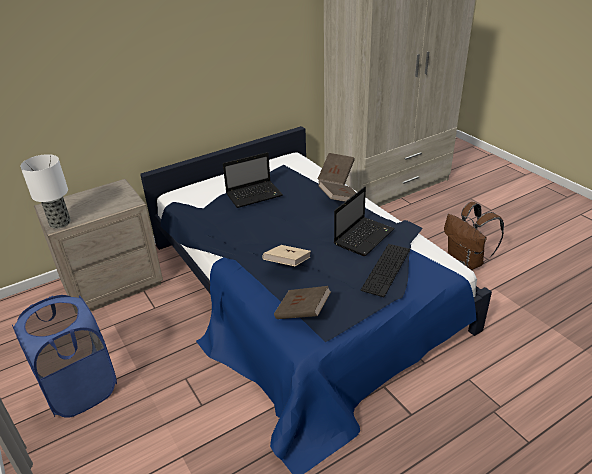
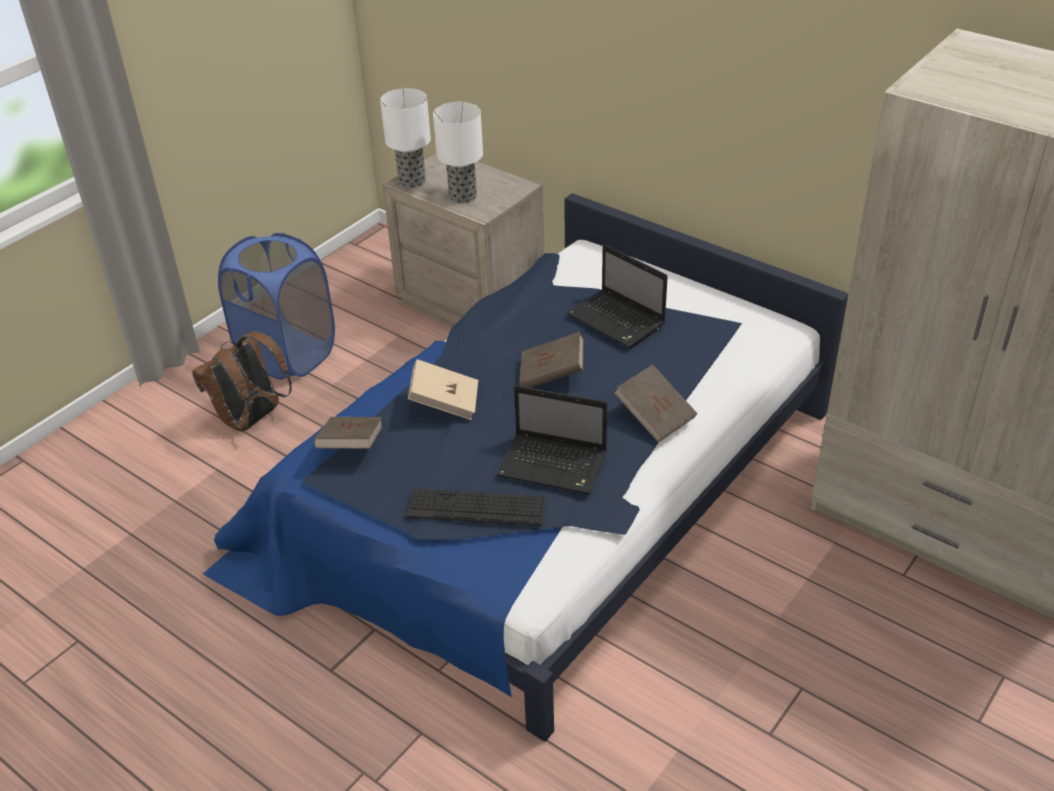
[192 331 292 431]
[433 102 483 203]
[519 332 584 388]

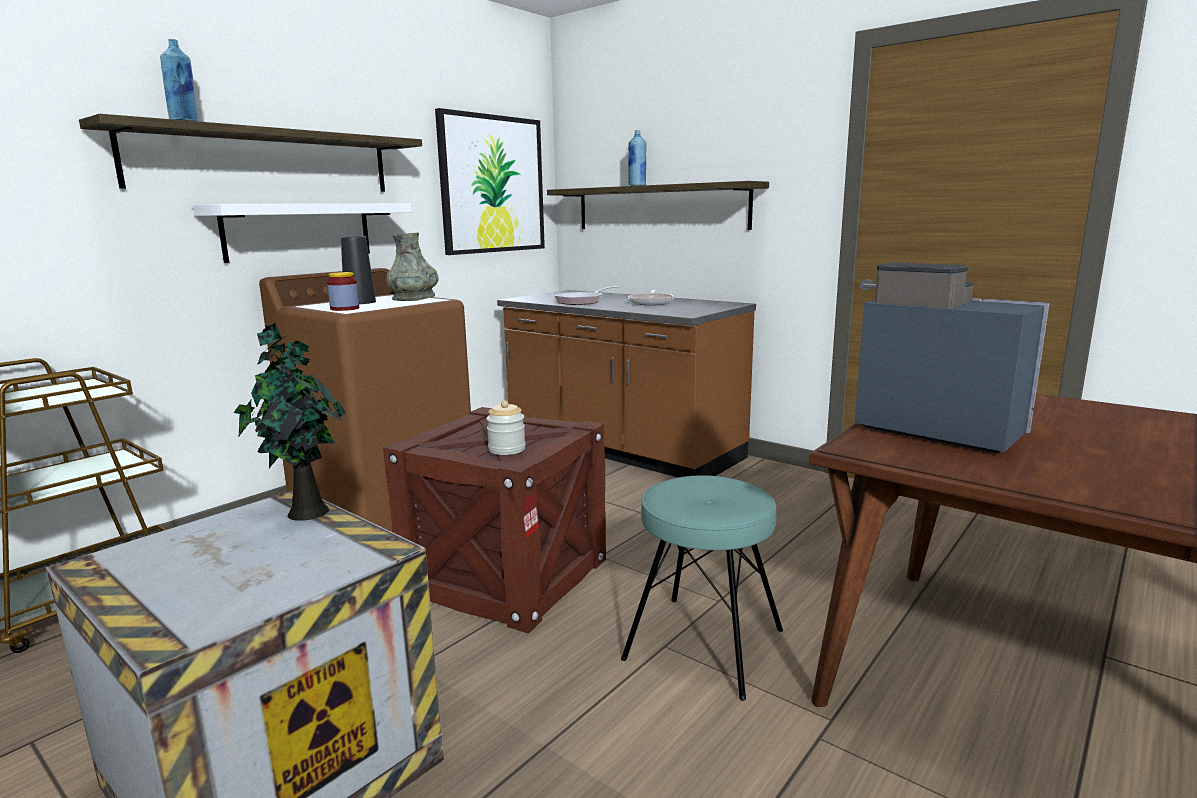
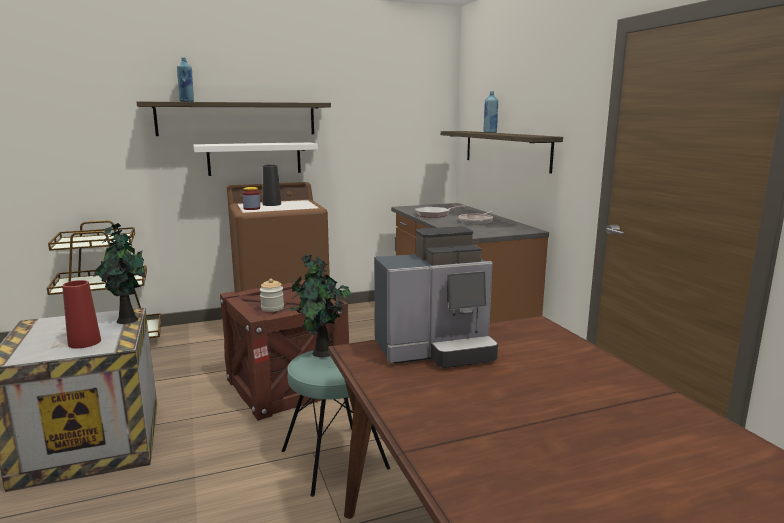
[62 280 101 348]
[289 254 352 357]
[374 226 498 368]
[386 233 439 301] (first image)
[435 108 545 255] (first image)

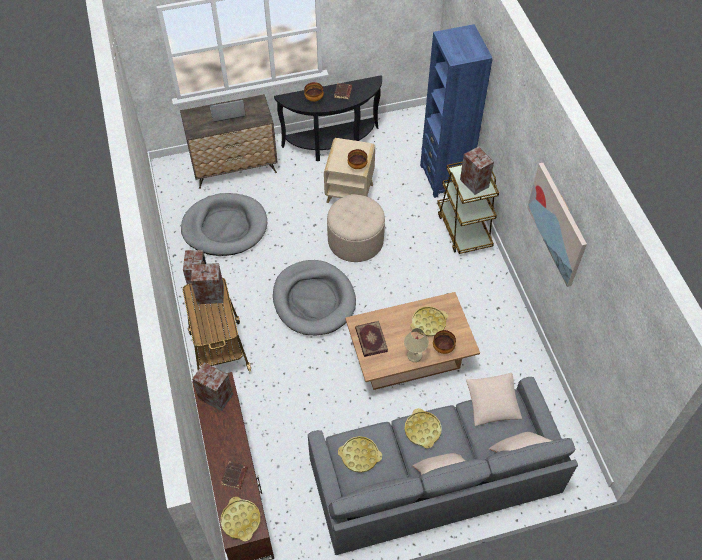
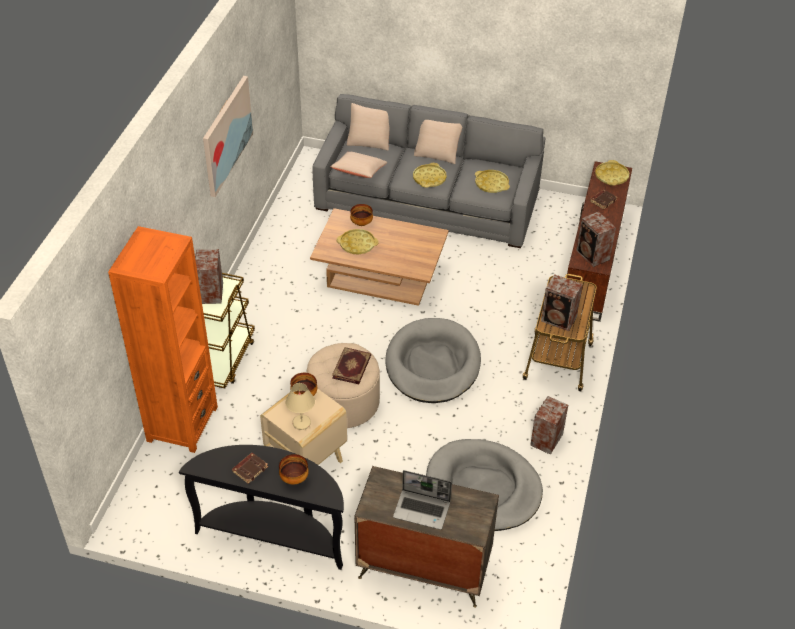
[108 226 218 453]
[285 383 315 430]
[332 347 371 384]

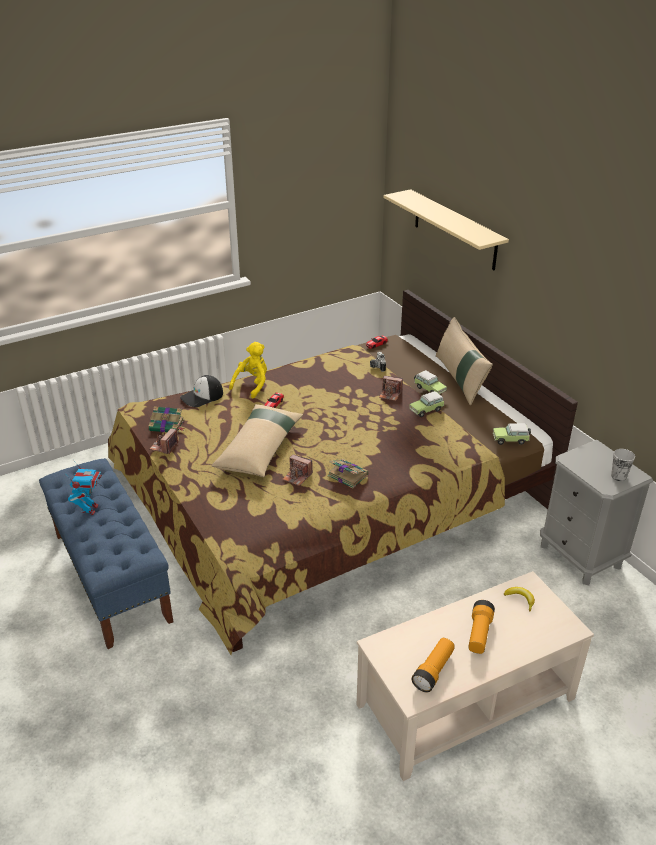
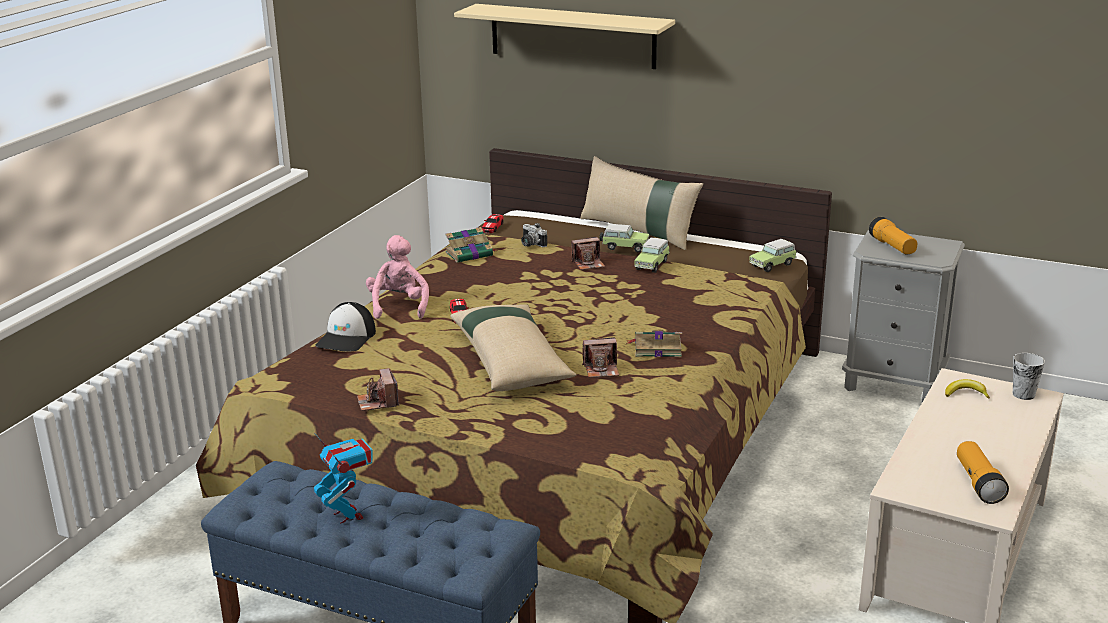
[366 235 429 319]
[445 227 496 263]
[869 217 917 254]
[1013 353 1045 400]

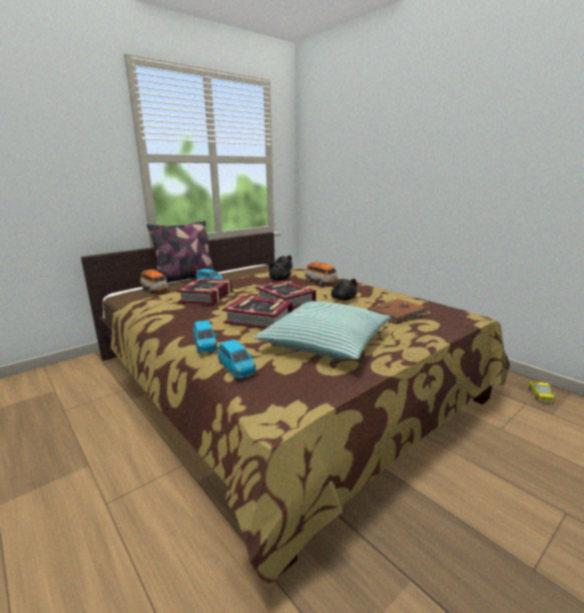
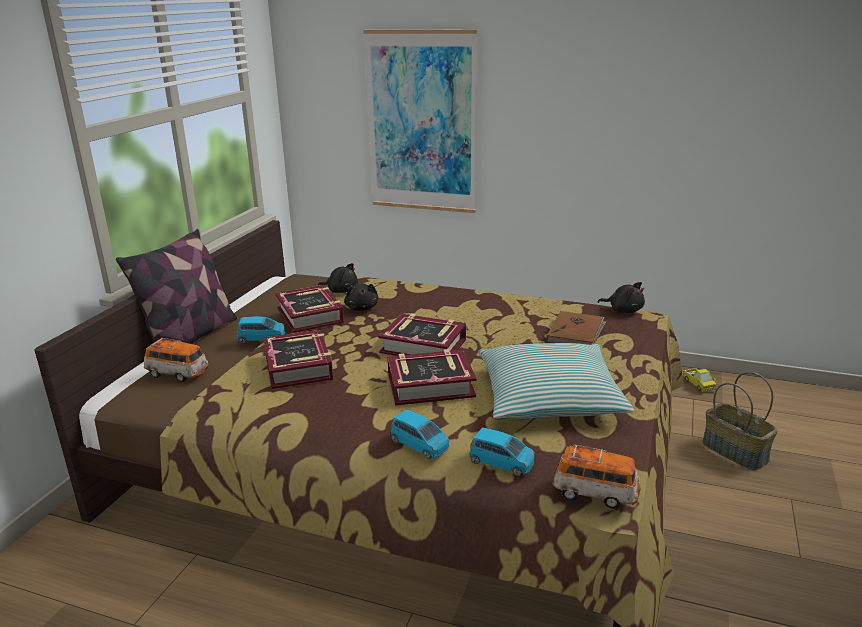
[276 285 344 333]
[363 30 478 213]
[552 445 640 509]
[598 282 645 313]
[703 372 778 470]

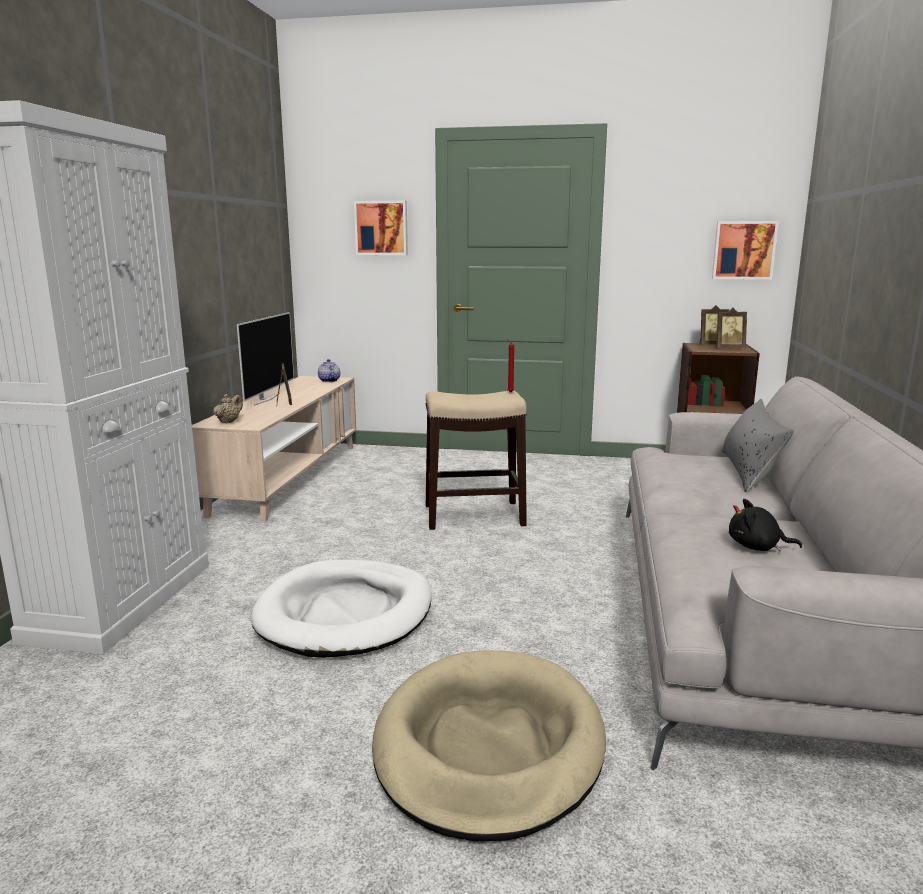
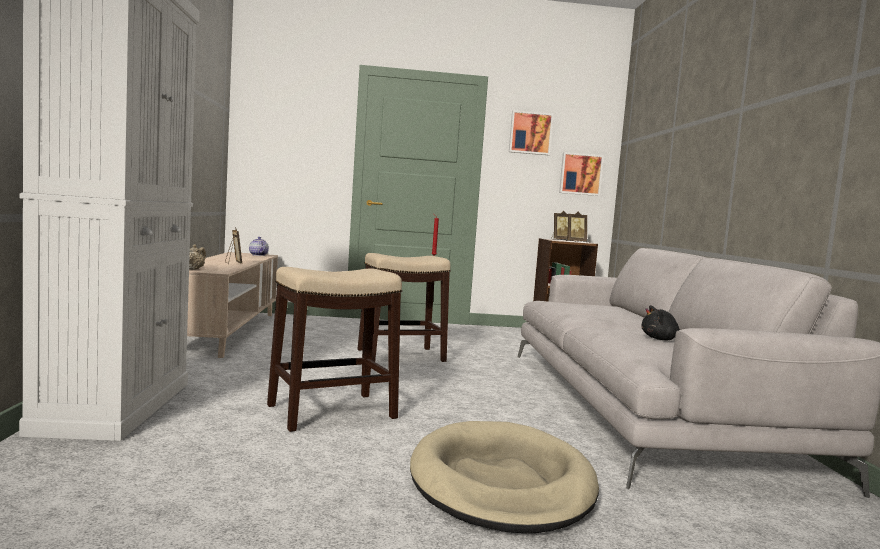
[267 267 402 432]
[509 110 554 155]
[237 312 294 406] (first image)
[722 399 794 492] (first image)

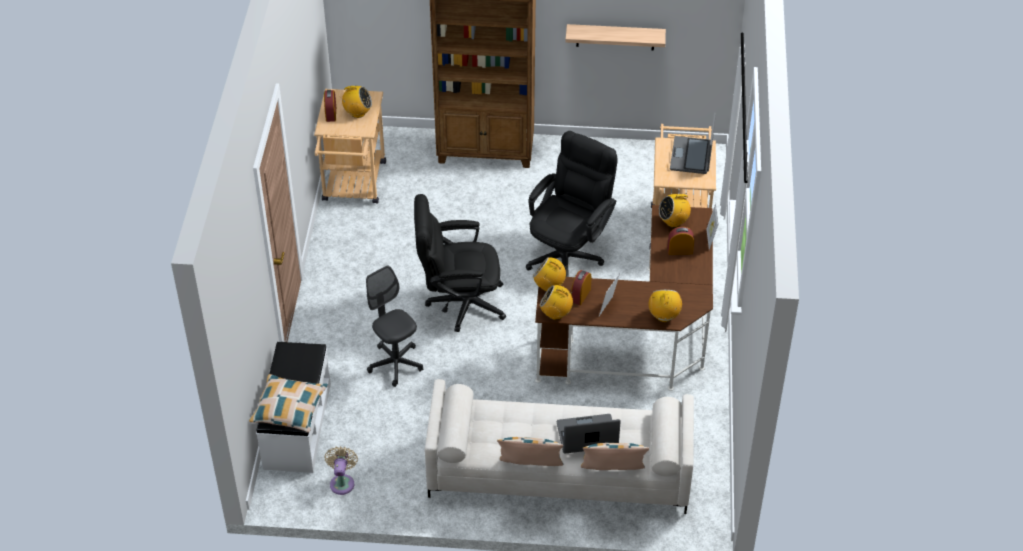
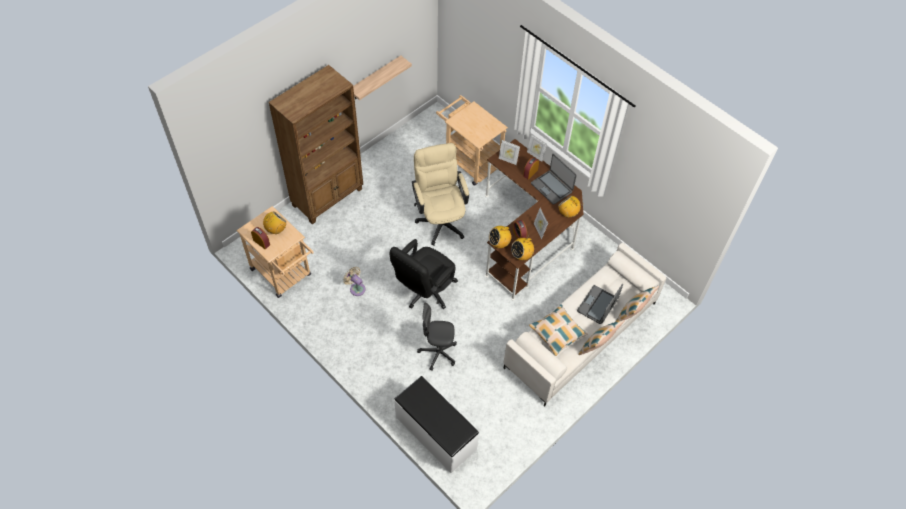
[343 267 366 296]
[412 143 469 245]
[499 140 520 165]
[529 304 588 356]
[531 154 577 205]

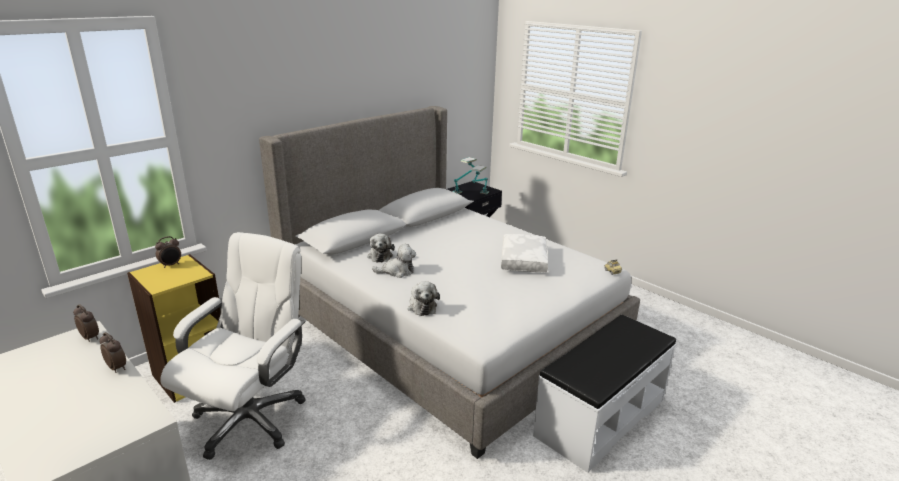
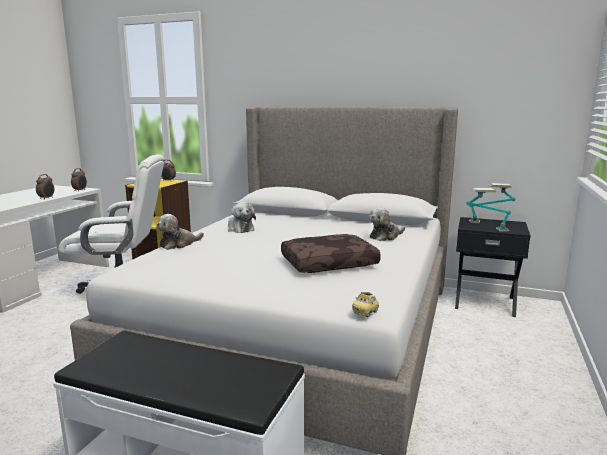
[281 234 381 273]
[369 207 405 241]

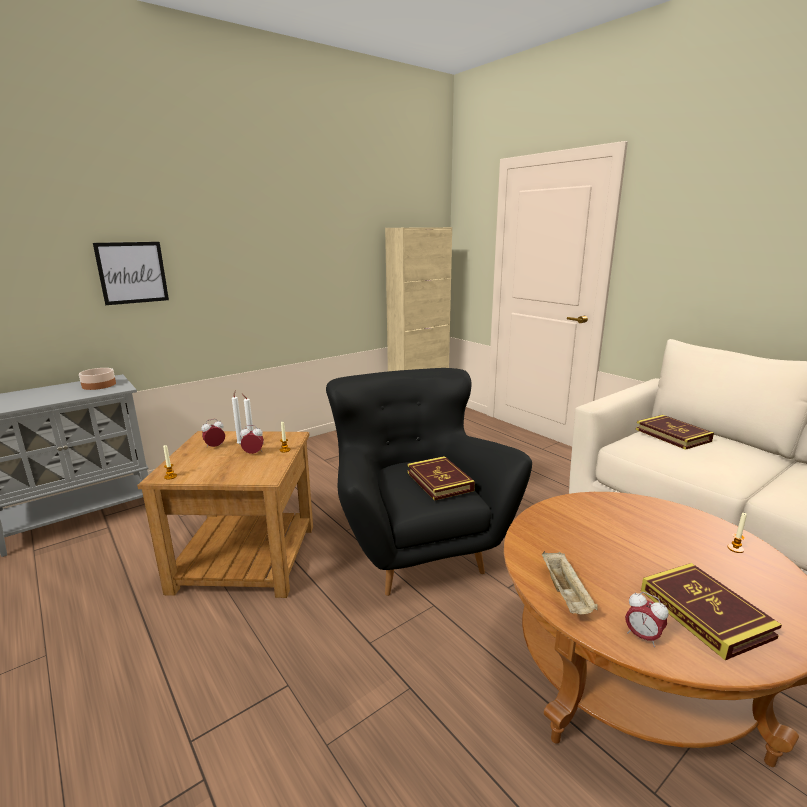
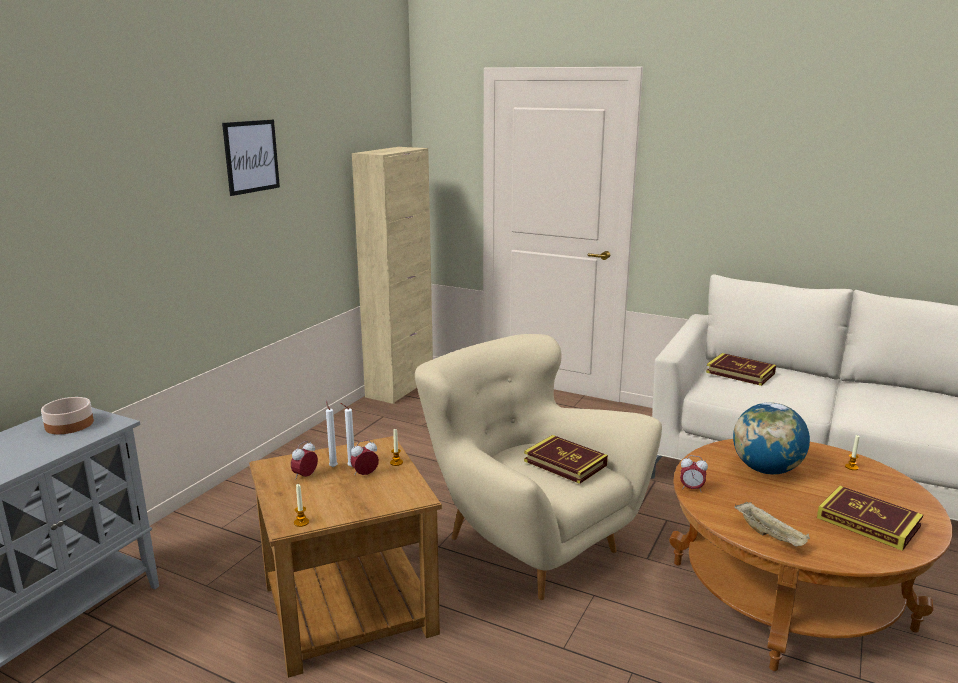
[222 120 280 196]
[415 334 662 600]
[680 455 708 491]
[733 402 810 474]

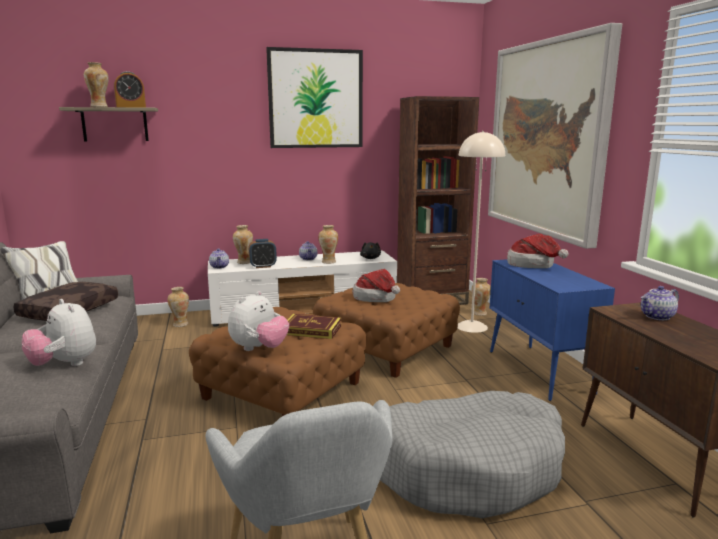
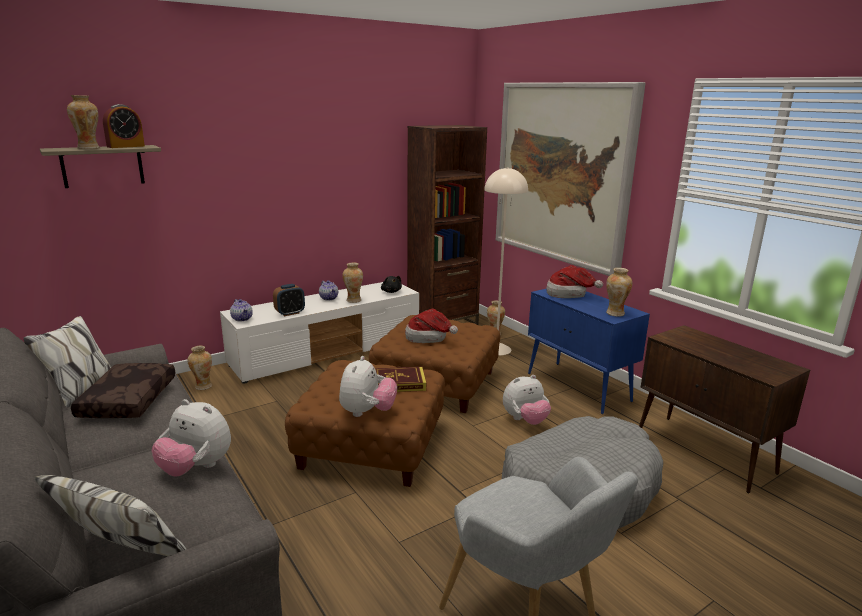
[503 375 551 425]
[606 268 632 317]
[266 47 363 148] (first image)
[641 286 679 320] (first image)

